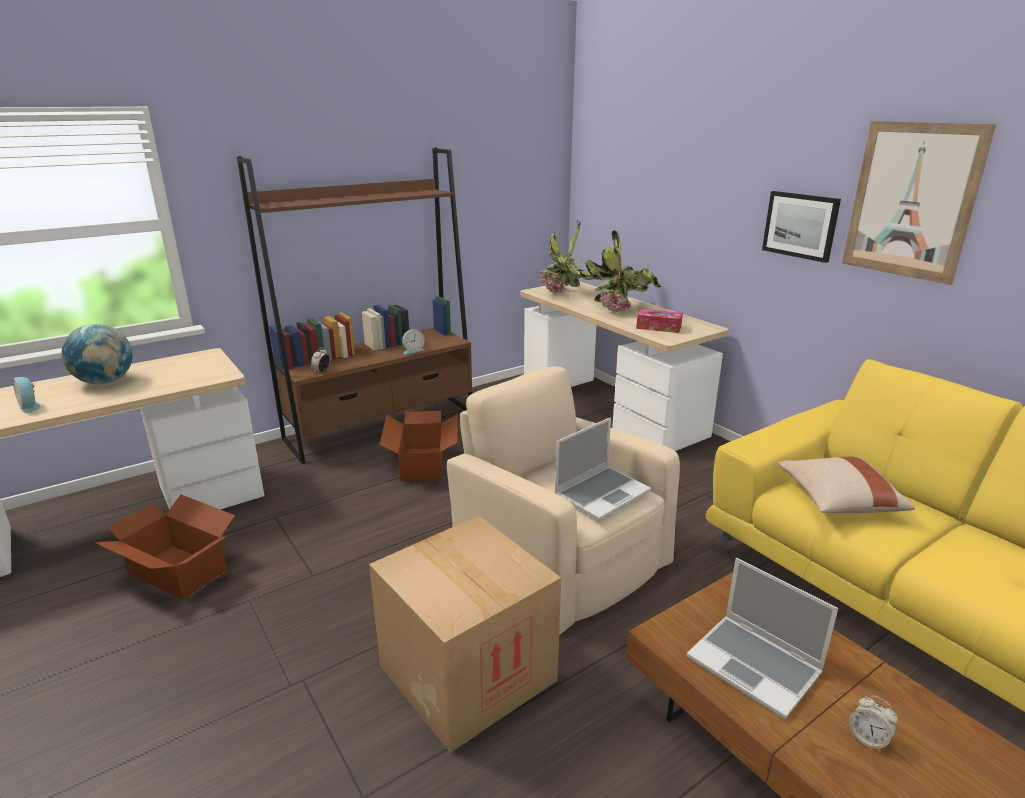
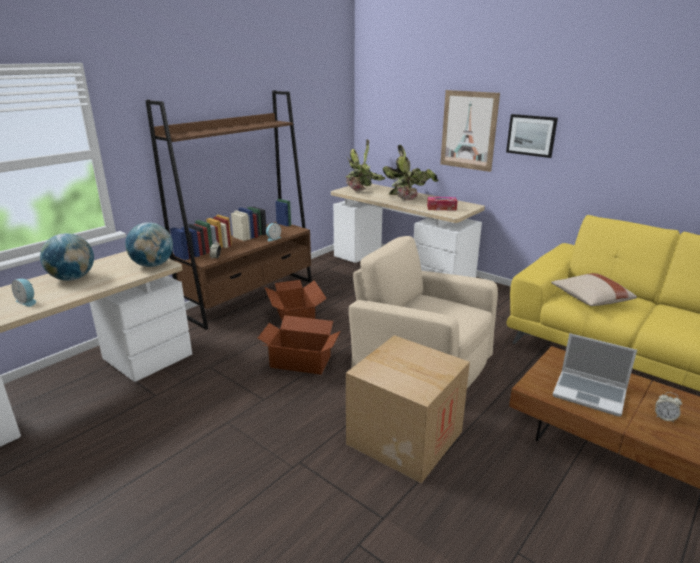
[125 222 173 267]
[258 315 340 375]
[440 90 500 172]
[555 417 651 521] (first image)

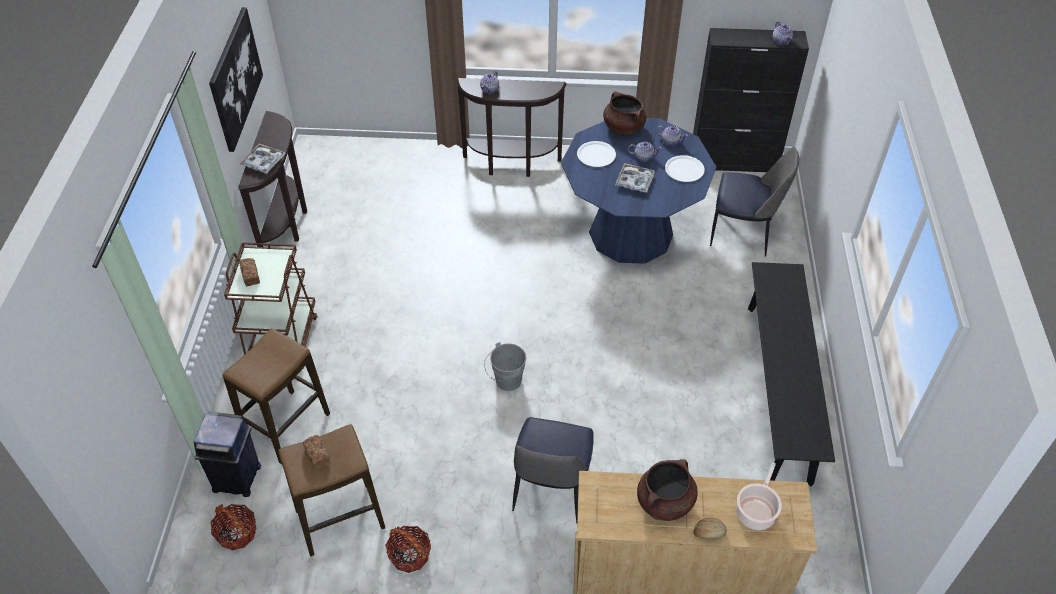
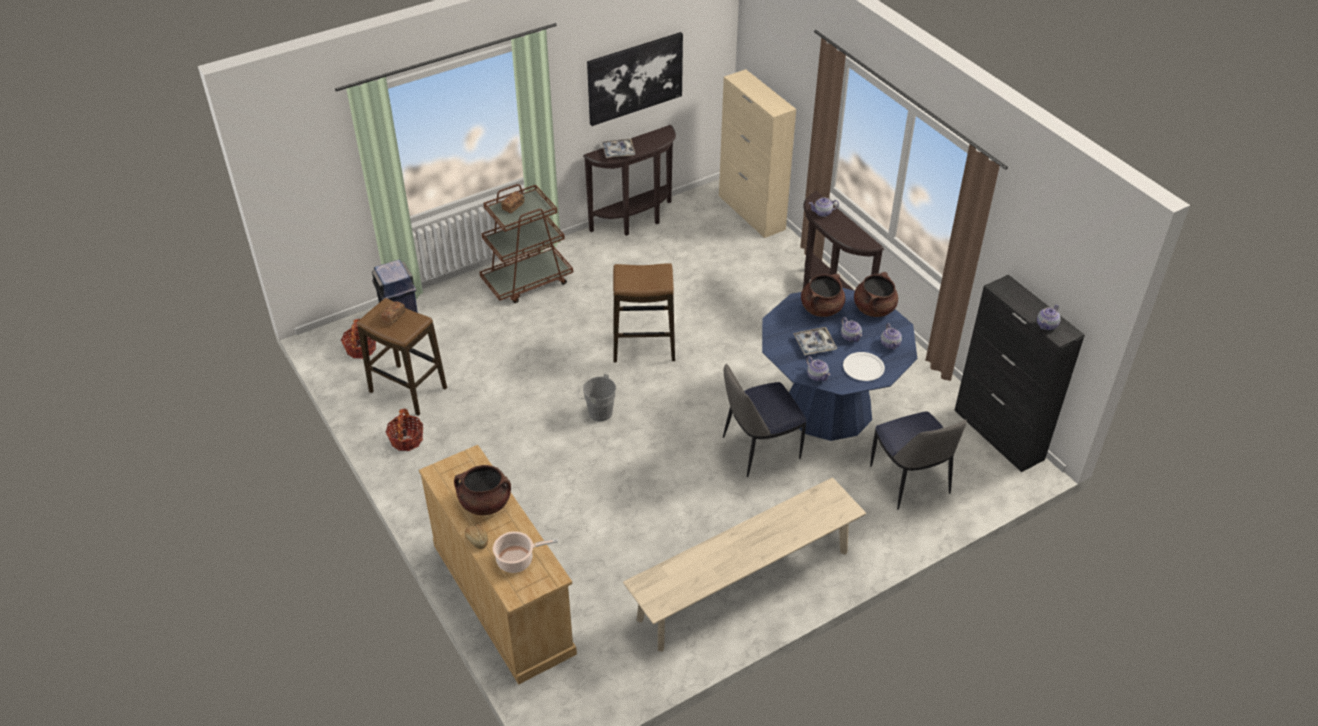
[613 263 675 362]
[623 477 866 652]
[719 69 796 238]
[723 364 807 477]
[801 274 845 317]
[806 356 831 381]

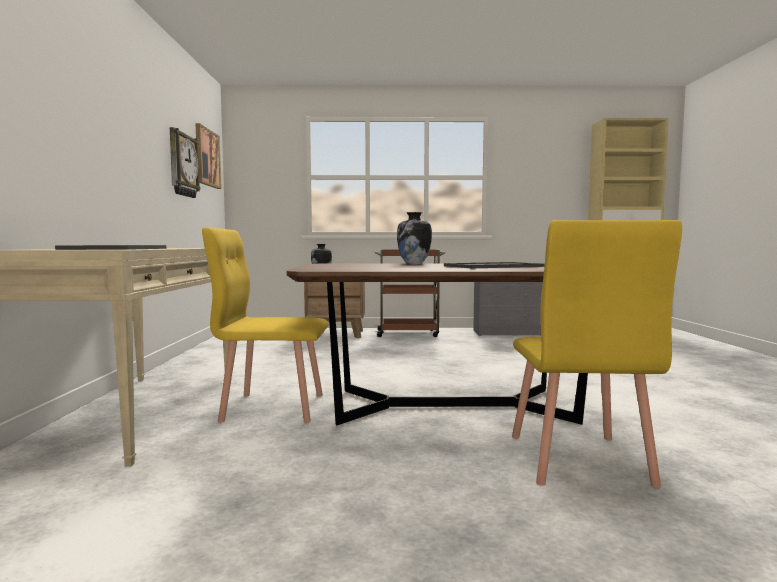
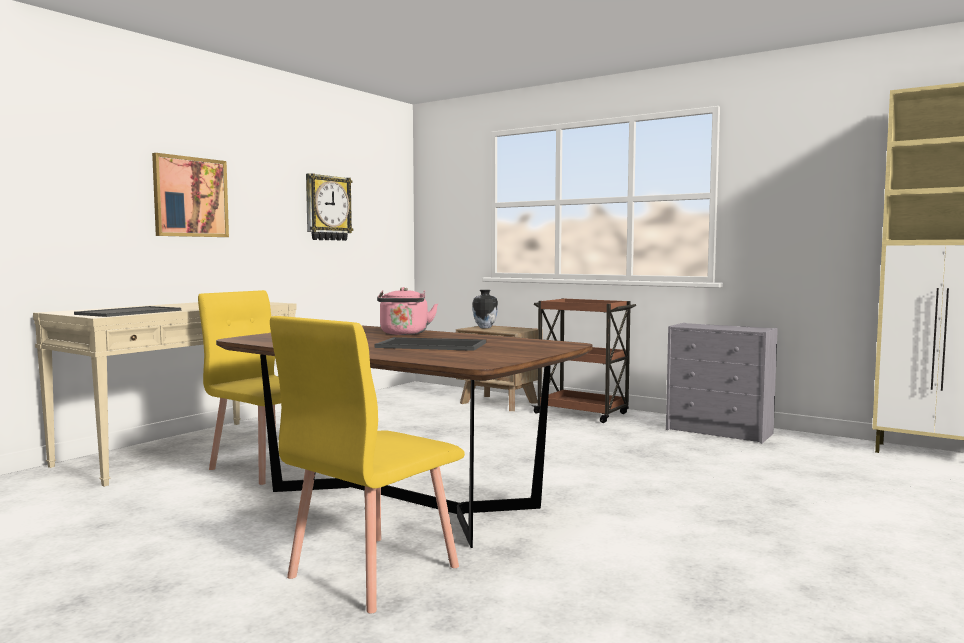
[152 153 229 237]
[377 287 438 335]

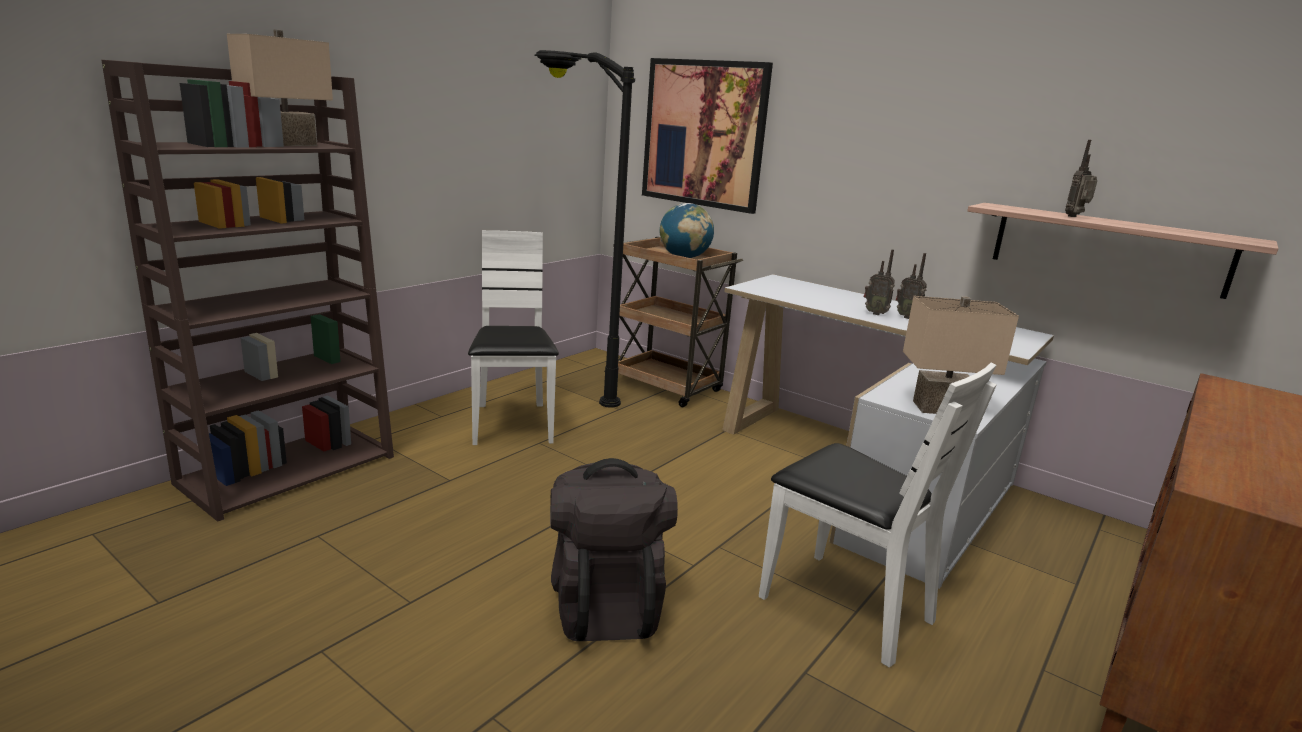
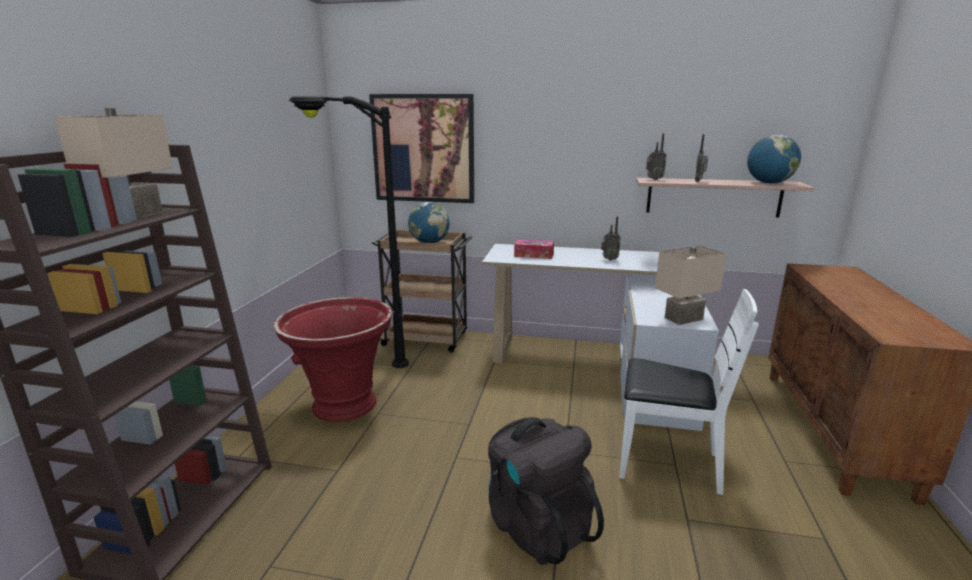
[273 297 392 422]
[514 239 554 259]
[646 133 667 180]
[747 135 801 184]

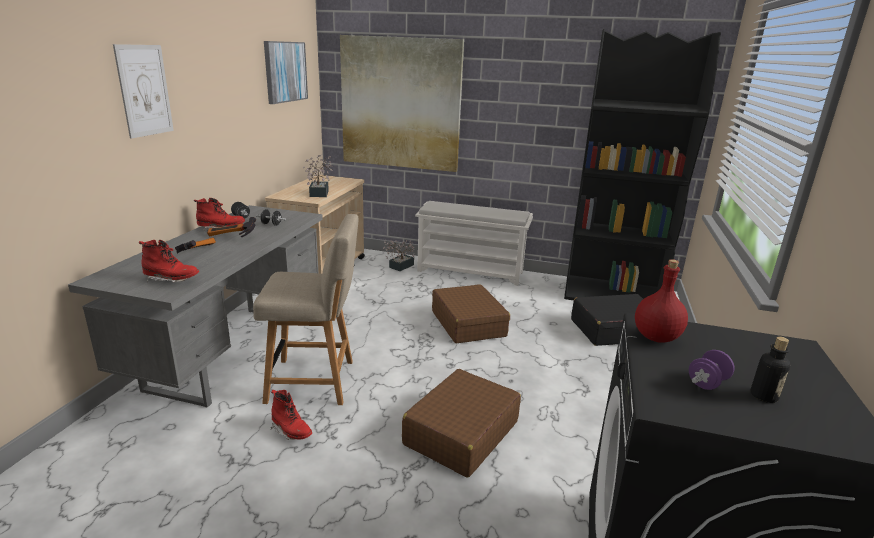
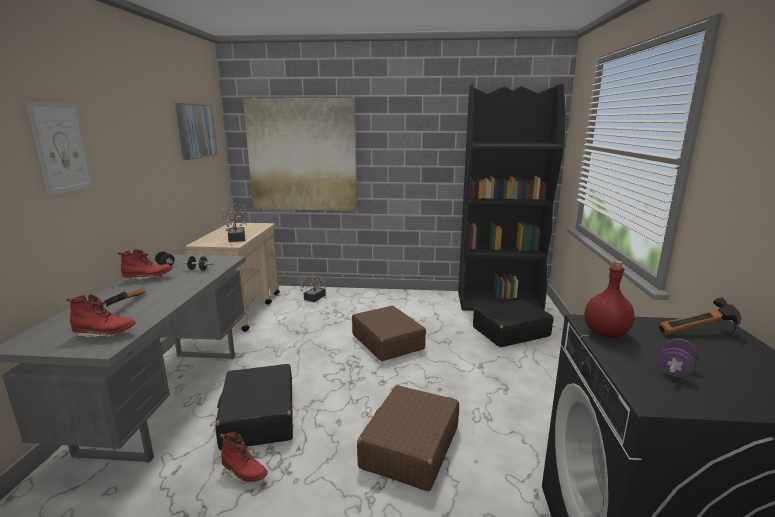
[215 364 293 451]
[658 297 742 336]
[415 201 533 286] (first image)
[750 336 790 403] (first image)

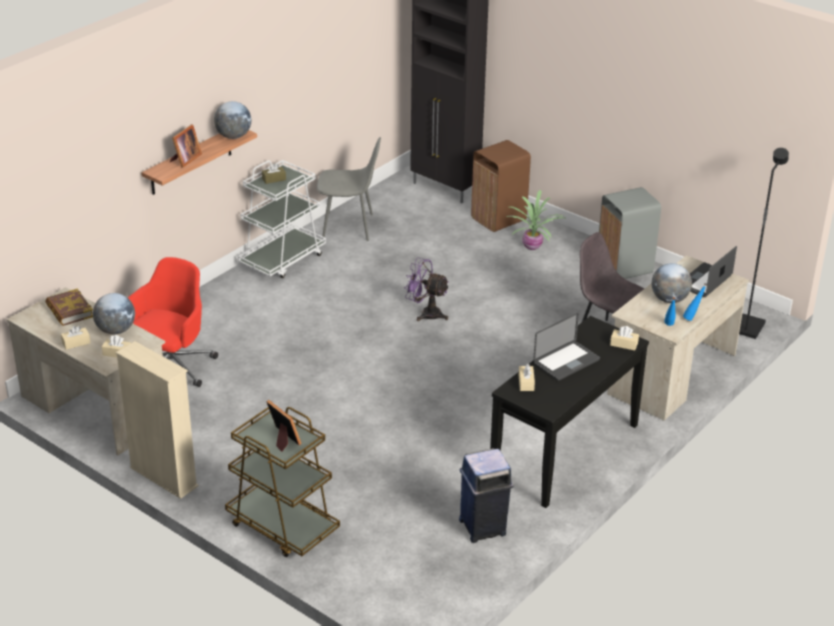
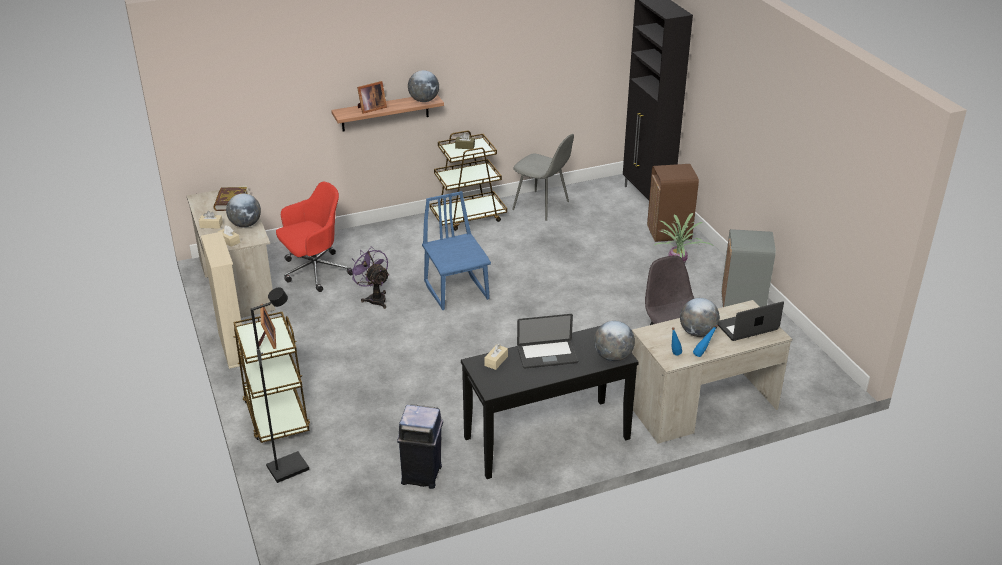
[251 288 309 483]
[349 247 389 309]
[422 191 491 310]
[430 131 507 231]
[594 321 635 362]

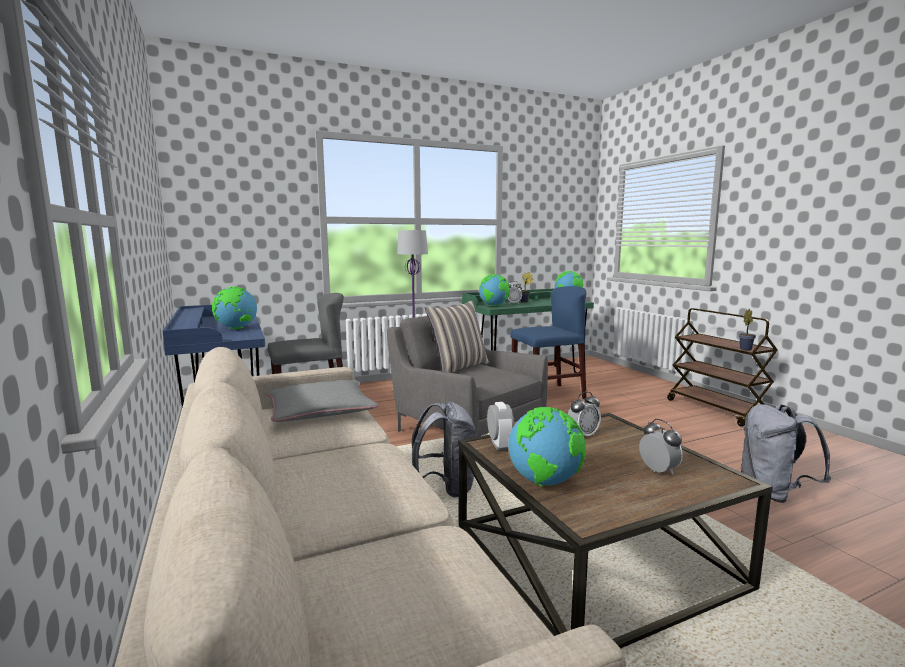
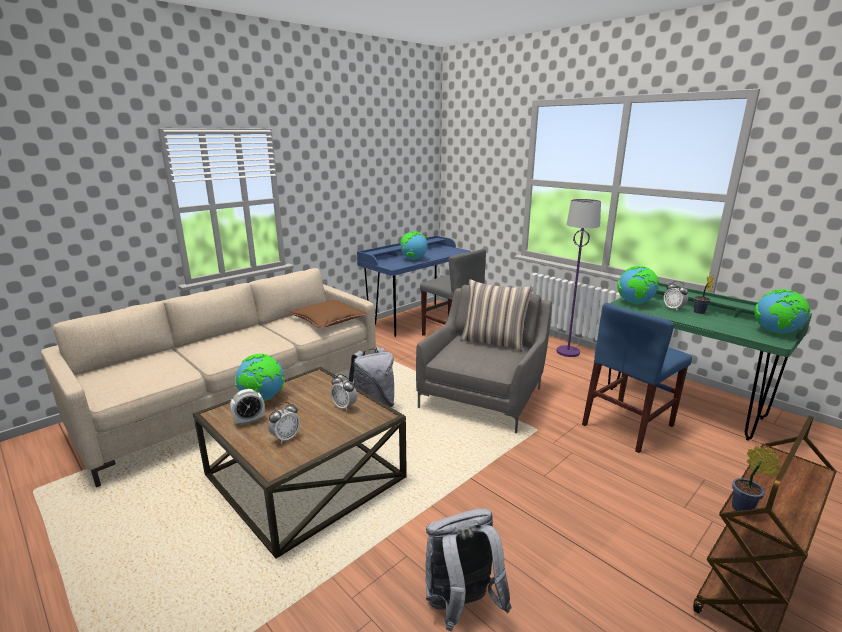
[230 389 265 426]
[289 300 367 328]
[582 303 692 453]

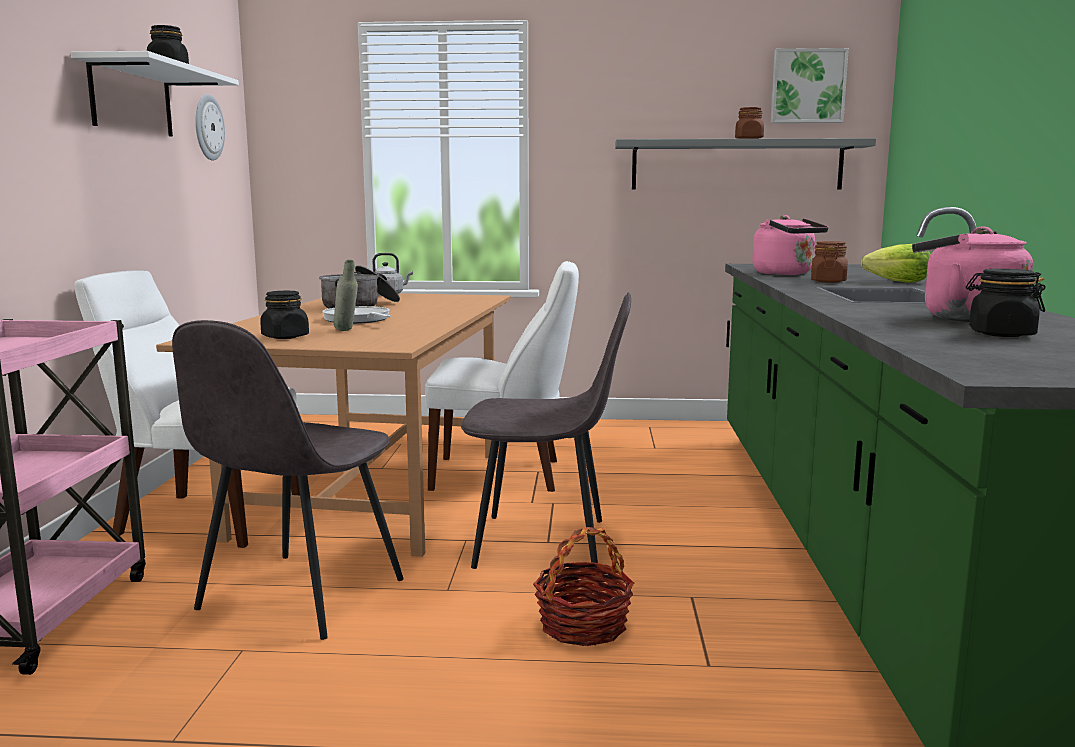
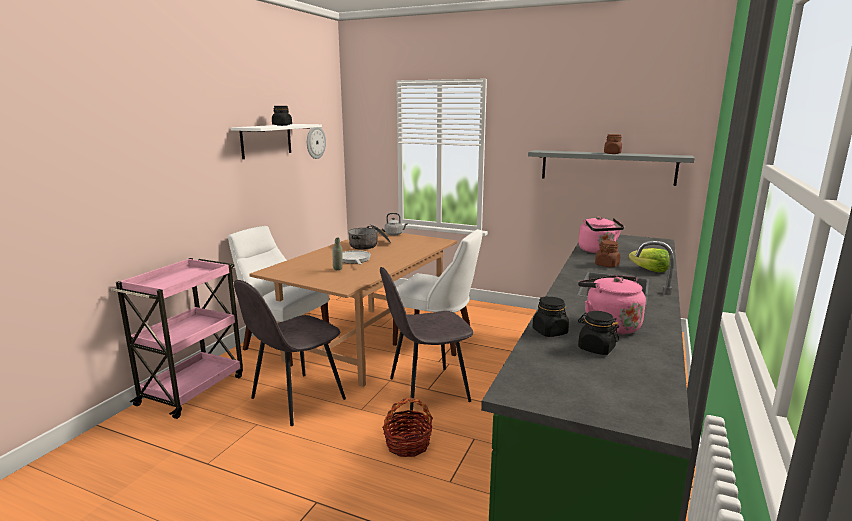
[380 267 473 411]
[532 296 569 337]
[771 48 849 123] (first image)

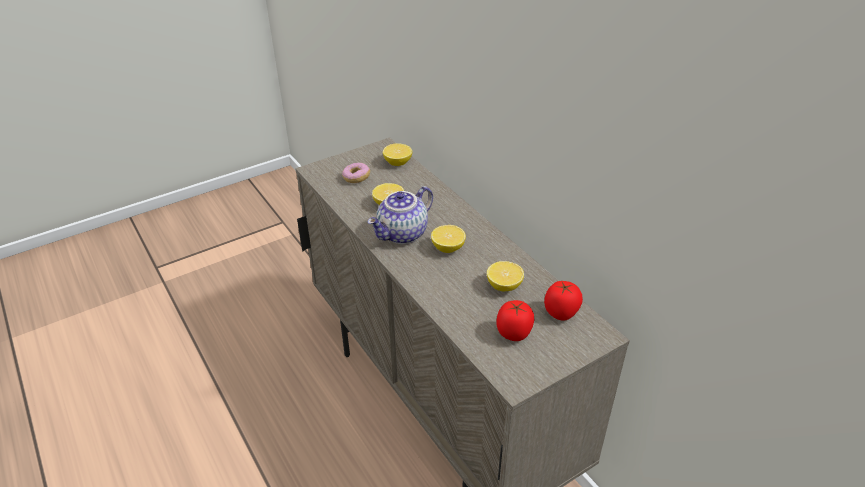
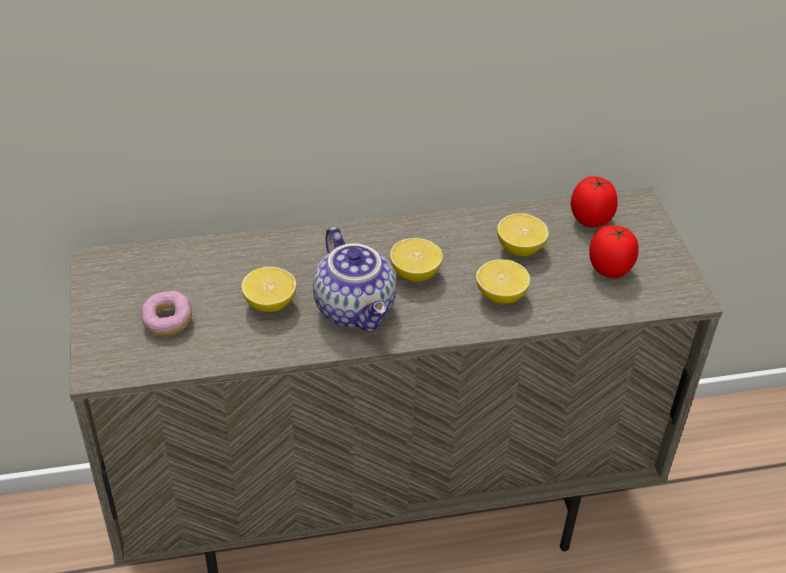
[476 259 530 304]

